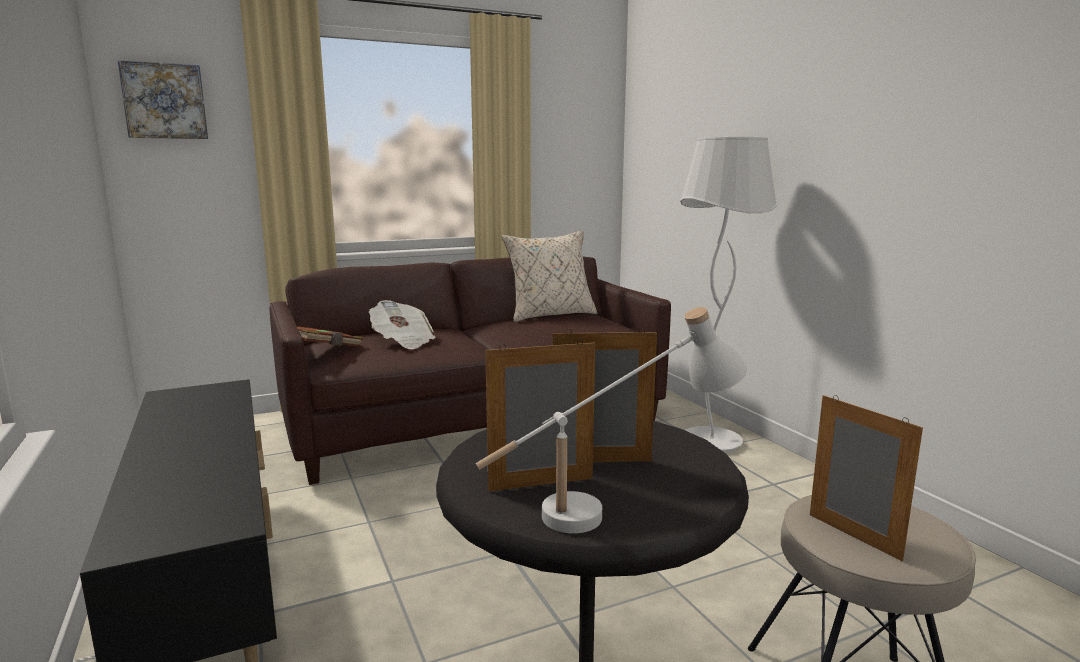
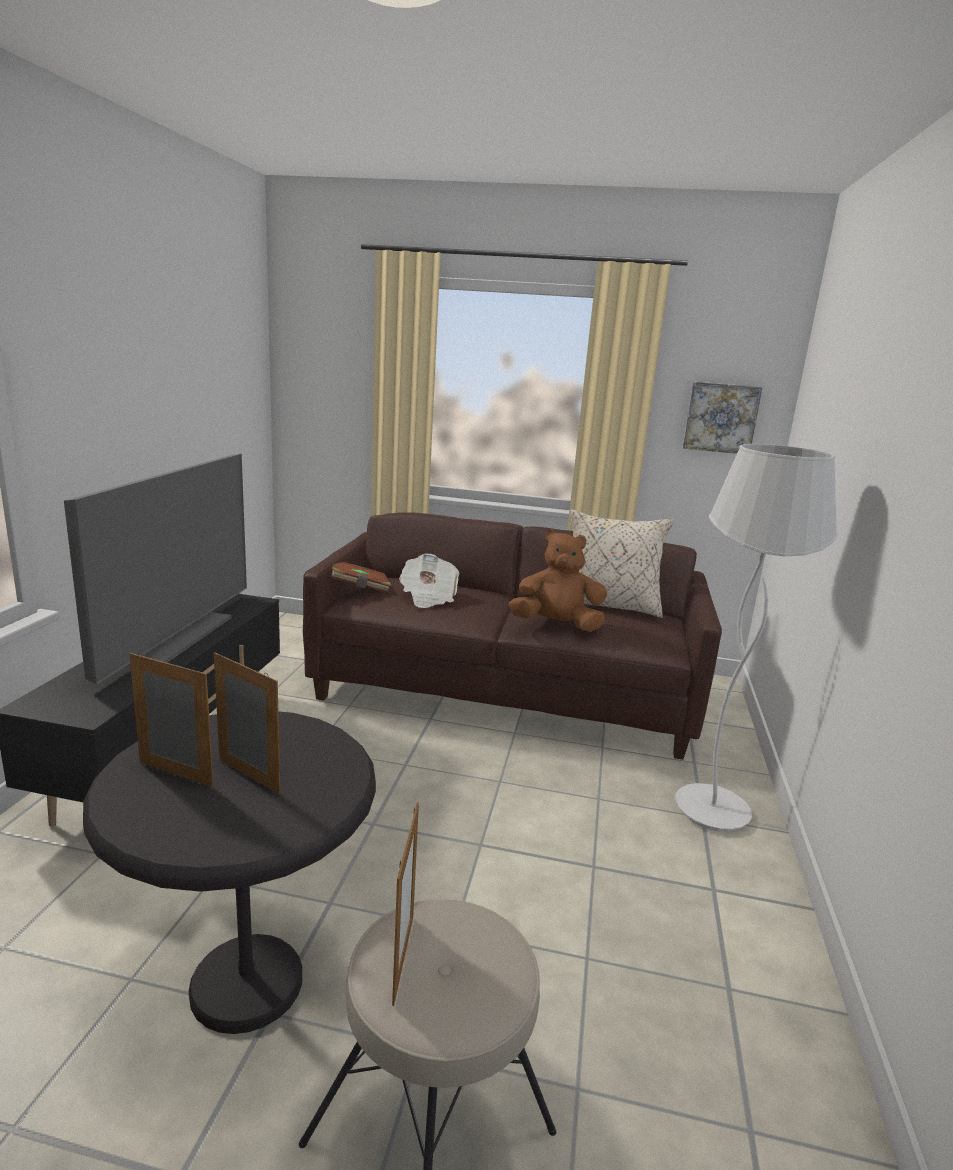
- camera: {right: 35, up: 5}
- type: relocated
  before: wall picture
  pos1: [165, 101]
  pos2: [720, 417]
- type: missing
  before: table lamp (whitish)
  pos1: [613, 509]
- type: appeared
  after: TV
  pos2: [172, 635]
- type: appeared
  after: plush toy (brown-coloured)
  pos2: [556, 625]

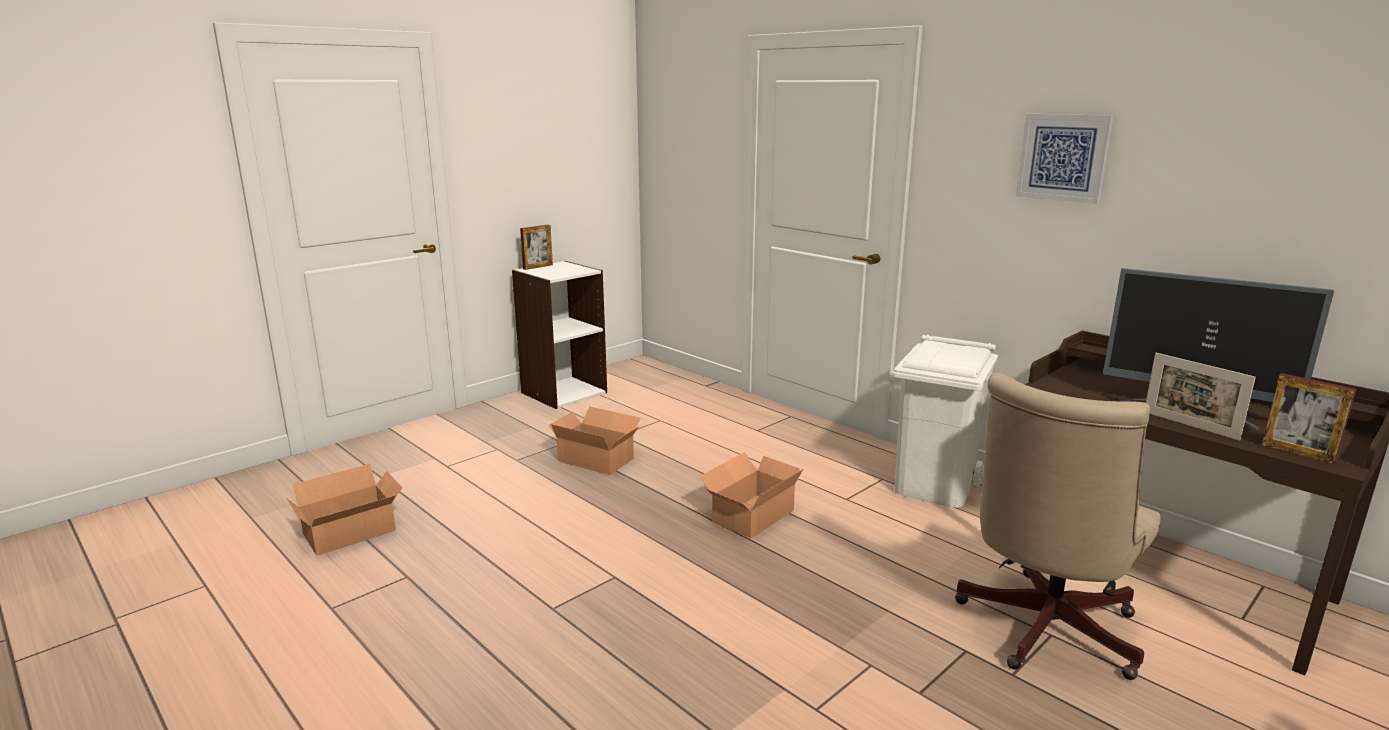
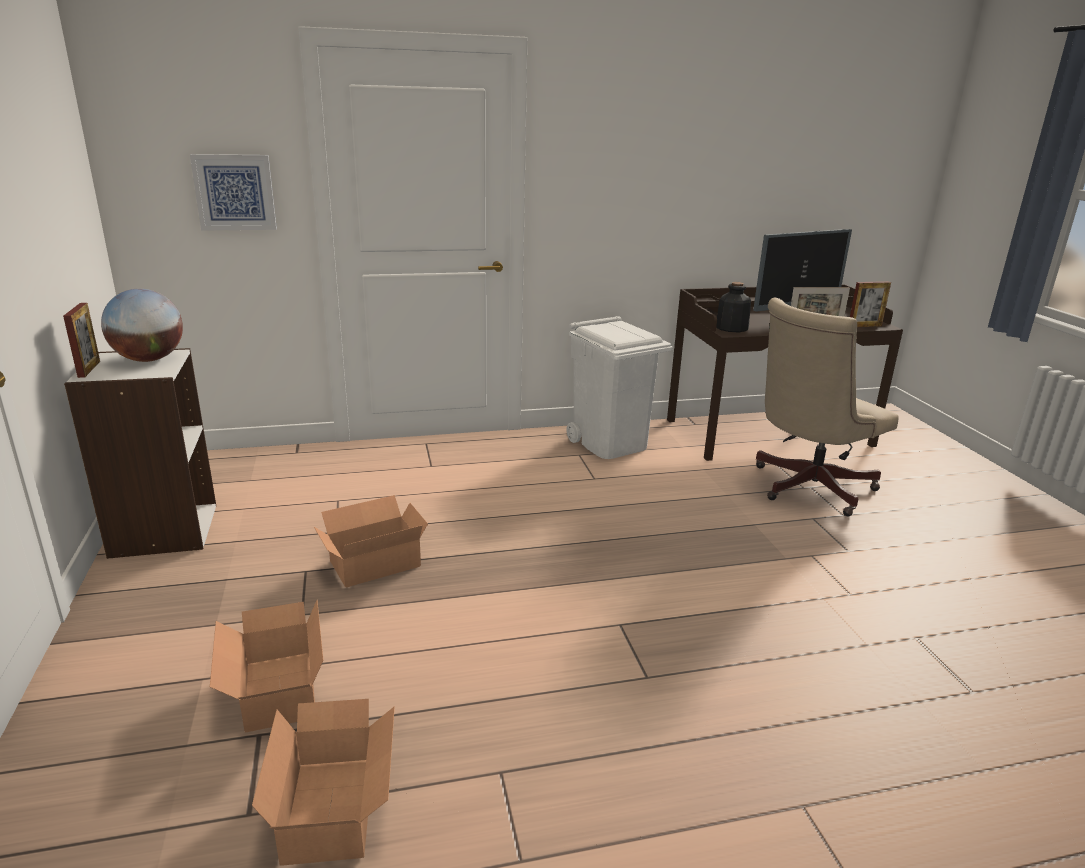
- camera: {right: -60, up: 5}
- type: relocated
  before: wall picture
  pos1: [1063, 157]
  pos2: [235, 192]
- type: spun
  before: computer chair (beige)
  pos1: [1042, 631]
  pos2: [806, 488]
  turn: 75
- type: relocated
  before: cardboard box
  pos1: [749, 515]
  pos2: [275, 693]
- type: appeared
  after: drink bottle
  pos2: [731, 328]
- type: appeared
  after: desk globe
  pos2: [149, 359]

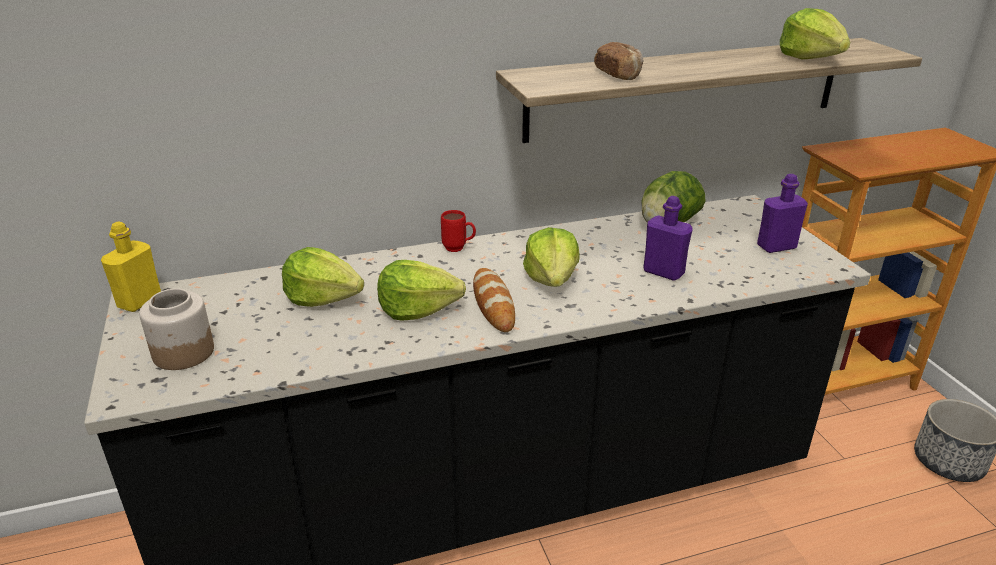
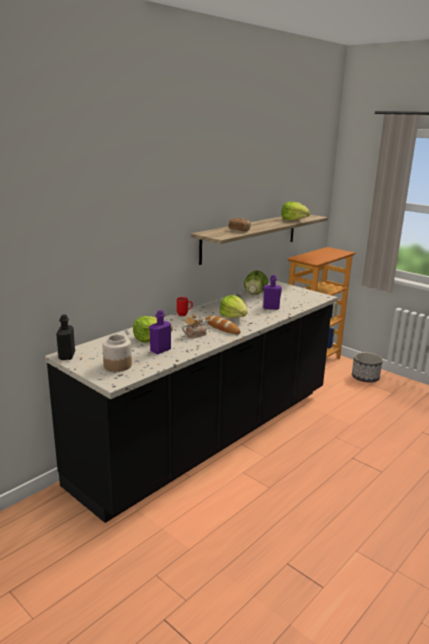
- camera: {right: -30, up: -10}
- type: relocated
  before: drink bottle (purple-coloured)
  pos1: [776, 246]
  pos2: [160, 350]
- type: colour
  before: drink bottle (yellow)
  after: drink bottle (blackish)
  pos1: [139, 301]
  pos2: [67, 356]
- type: exchanged
  before: lettuce head
  after: teapot
  pos1: [418, 309]
  pos2: [195, 334]

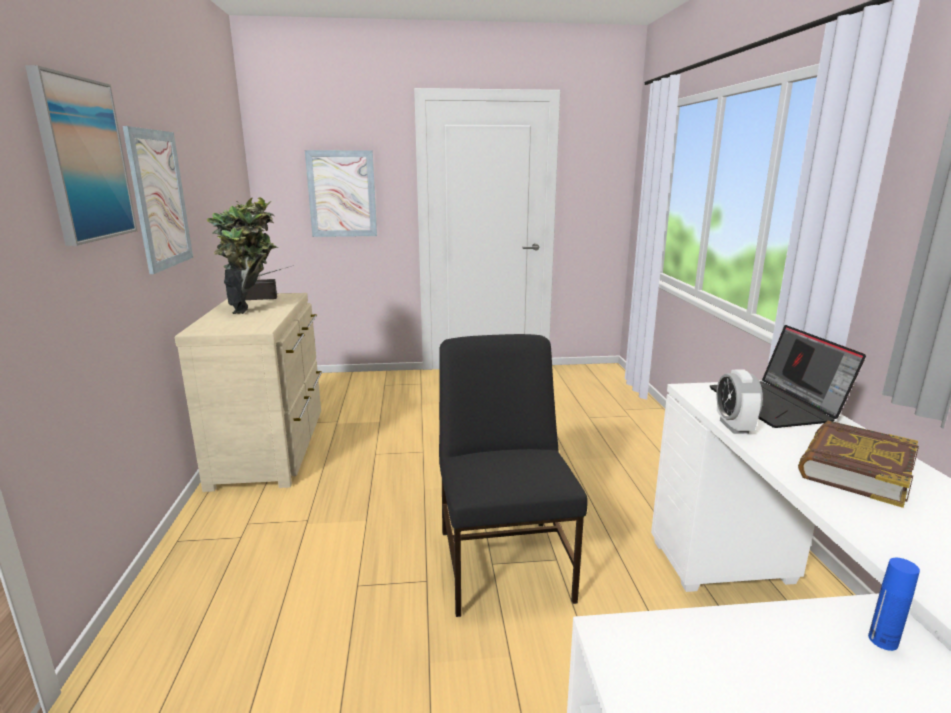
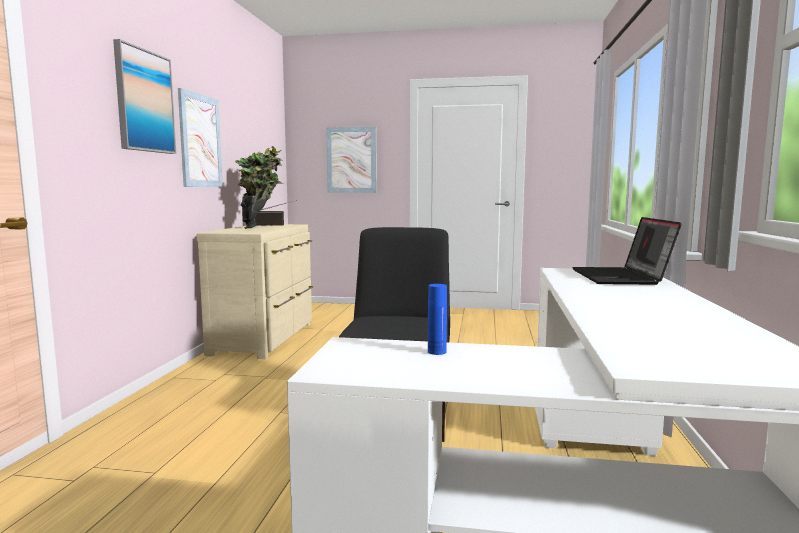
- camera: {right: 15, up: -10}
- type: missing
  before: bedside clock
  pos1: [734, 426]
- type: missing
  before: bound book
  pos1: [855, 469]
- type: relocated
  before: drink bottle (blue)
  pos1: [883, 640]
  pos2: [437, 352]

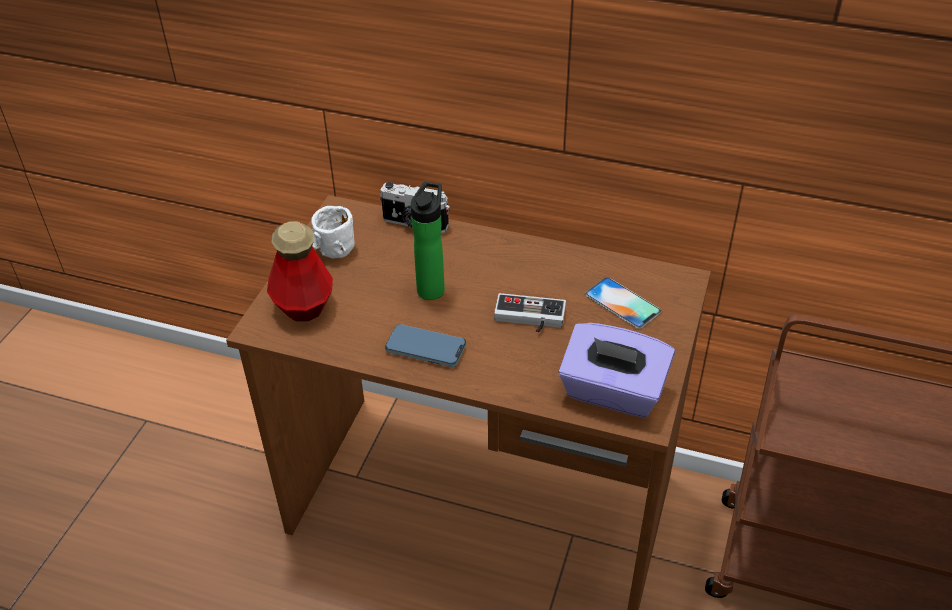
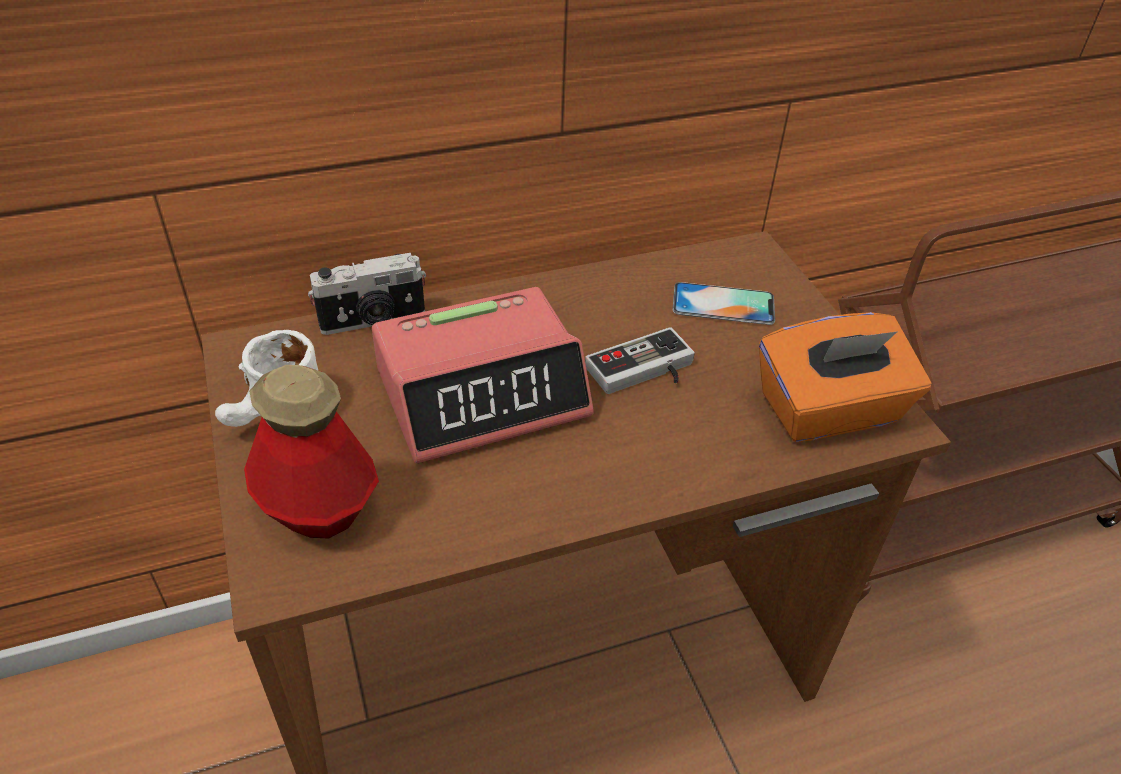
- camera: {right: -40, up: 0}
- type: exchanged
  before: drink bottle
  after: bedside clock
  pos1: [432, 288]
  pos2: [483, 392]
- type: colour
  before: box of tissues (purple-coloured)
  after: box of tissues (orangey)
  pos1: [612, 392]
  pos2: [830, 411]
- type: missing
  before: handset
  pos1: [425, 348]

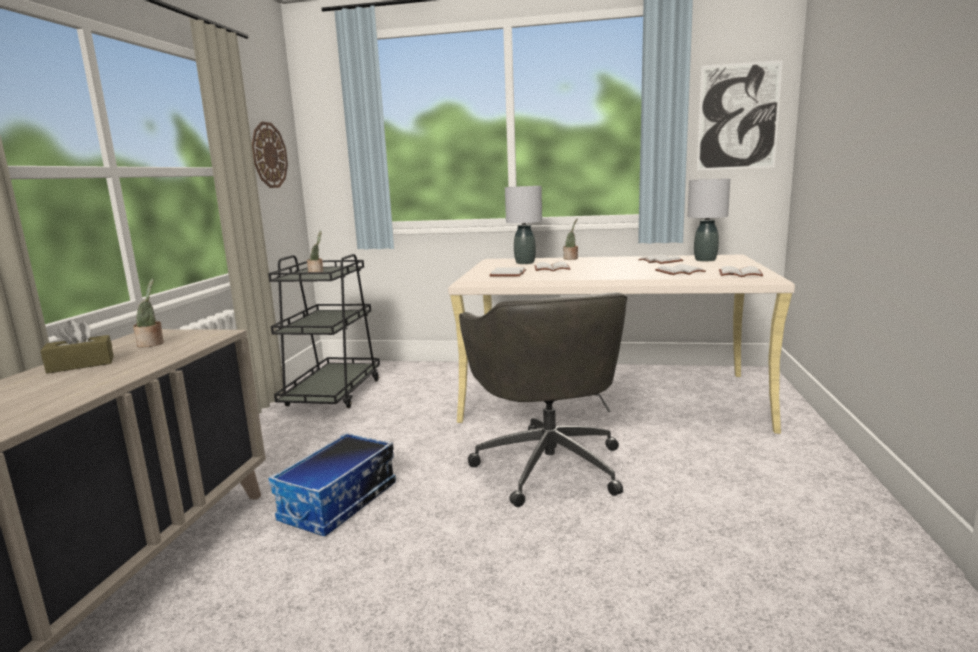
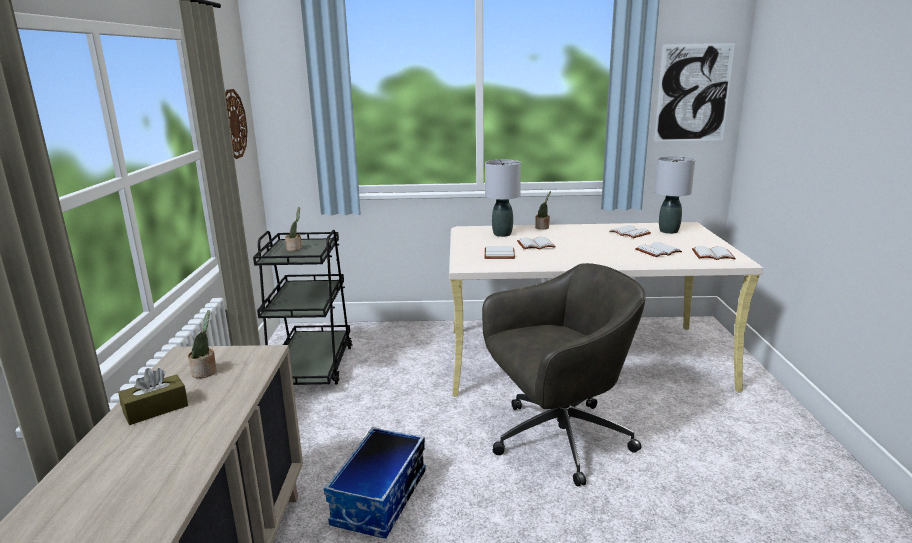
- camera: {right: -10, up: 5}
- type: spun
  before: computer chair (greyish)
  pos1: [548, 464]
  pos2: [557, 439]
  turn: -90

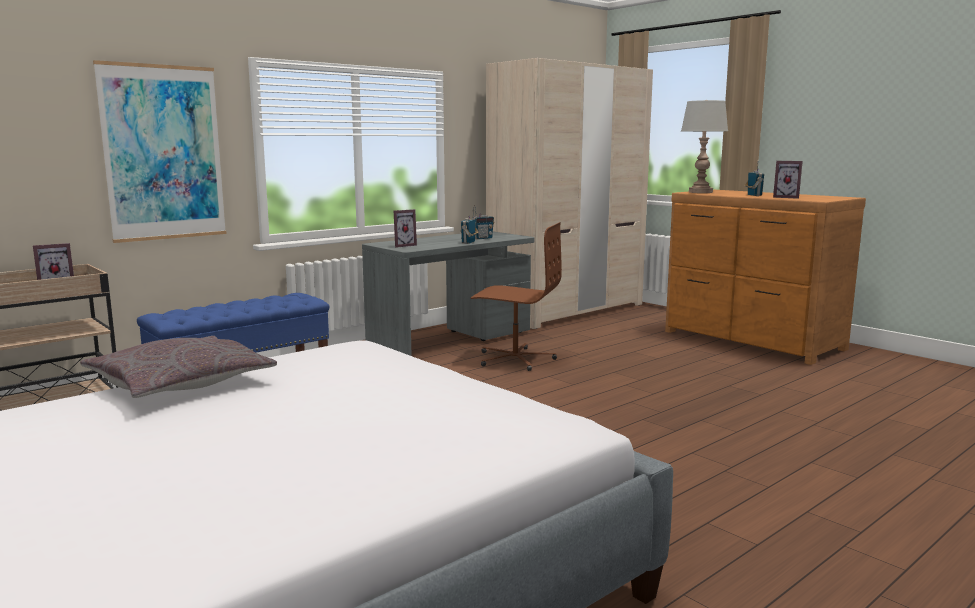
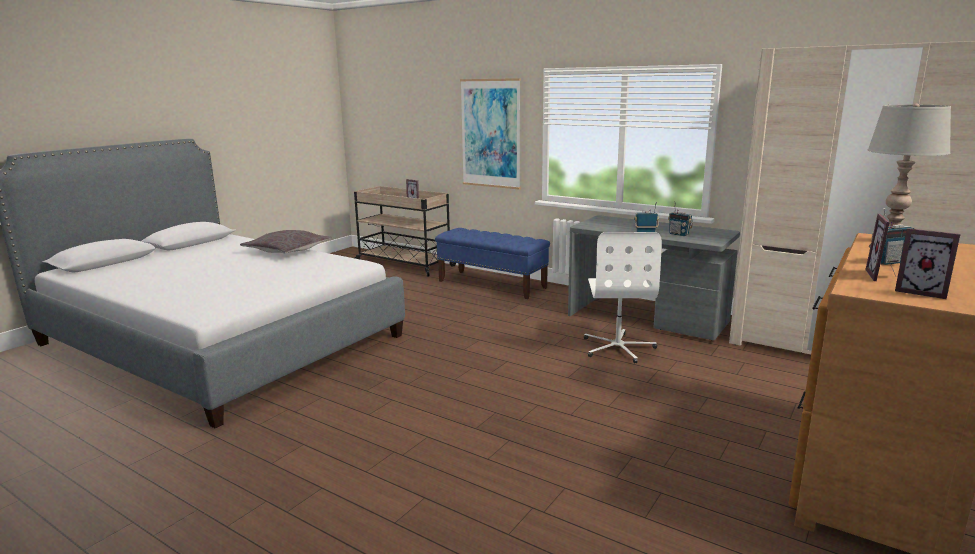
- camera: {right: 75, up: 5}
- type: relocated
  before: photo frame
  pos1: [402, 245]
  pos2: [921, 291]
- type: colour
  before: computer chair (brown-coloured)
  after: computer chair (whitish)
  pos1: [515, 359]
  pos2: [618, 347]

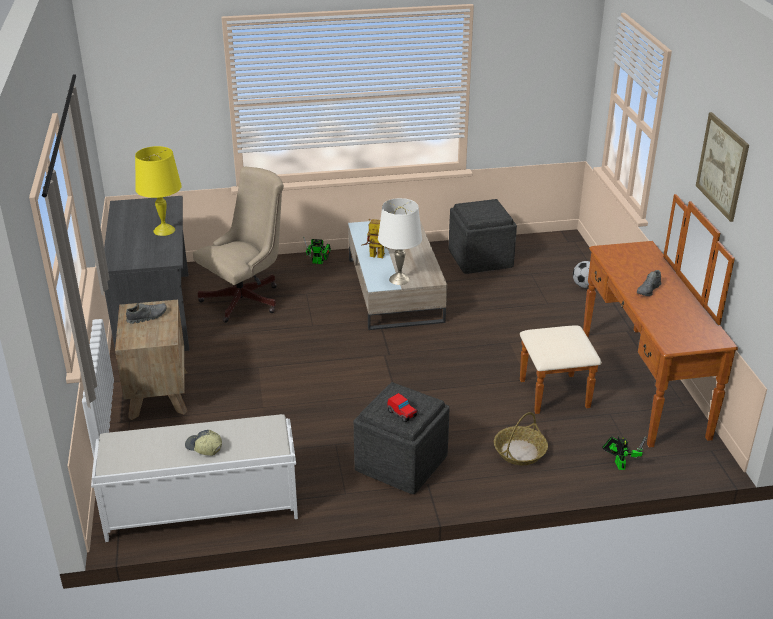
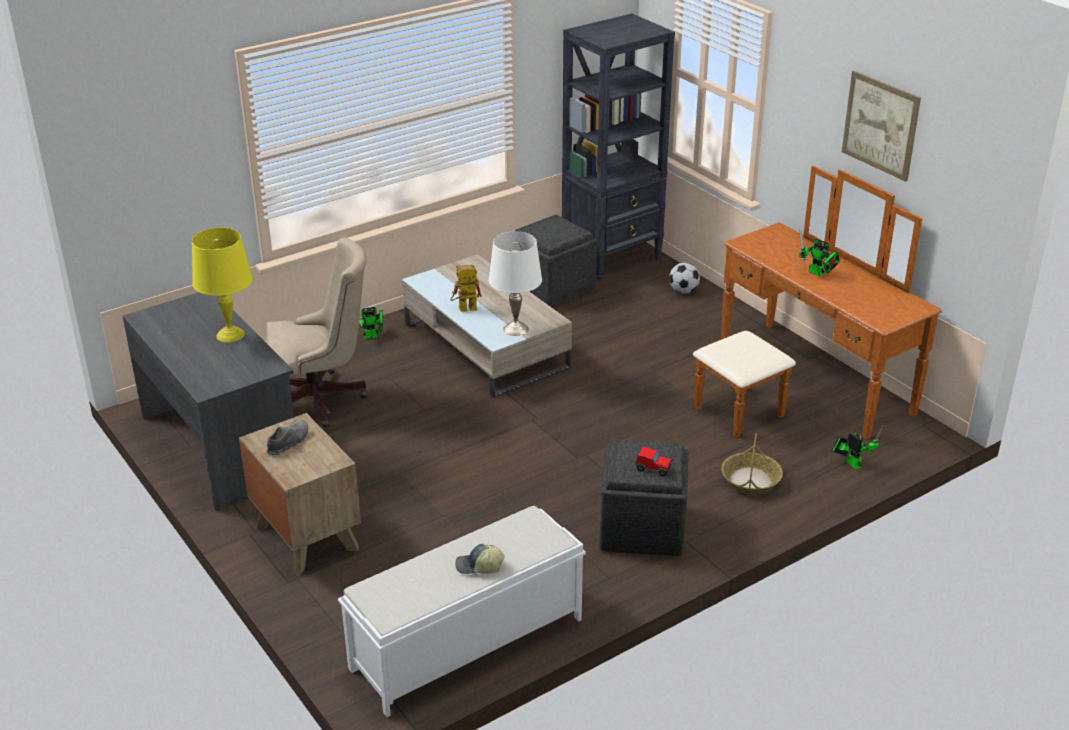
- camera: {right: -25, up: 0}
- type: spun
  before: computer chair (beige)
  pos1: [247, 299]
  pos2: [321, 400]
  turn: 60
- type: exchanged
  before: item of footwear (greyish)
  after: toy robot
  pos1: [648, 290]
  pos2: [818, 274]
- type: appeared
  after: bookshelf (blackish)
  pos2: [612, 258]

